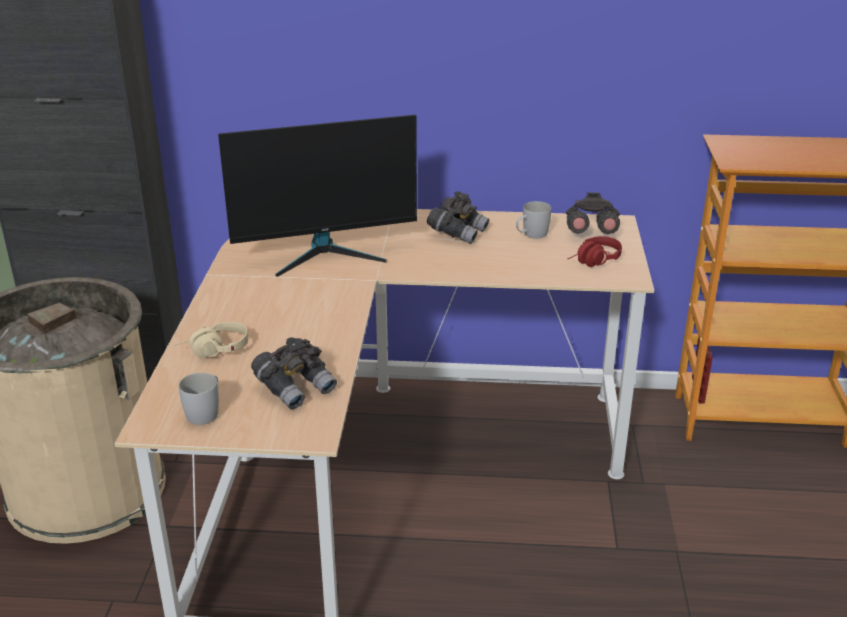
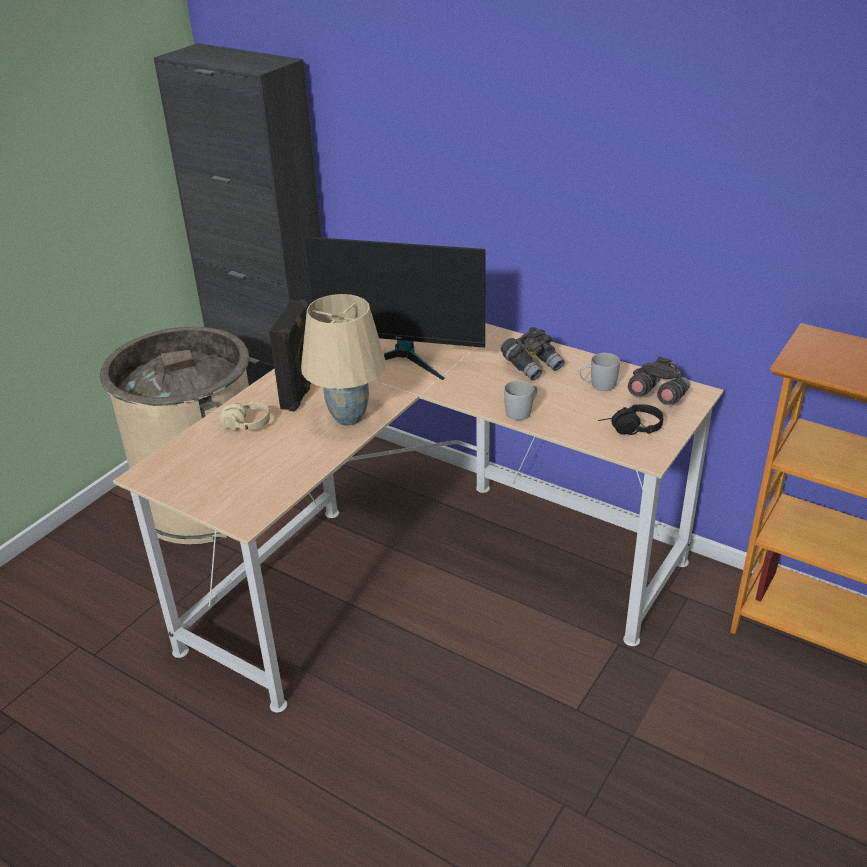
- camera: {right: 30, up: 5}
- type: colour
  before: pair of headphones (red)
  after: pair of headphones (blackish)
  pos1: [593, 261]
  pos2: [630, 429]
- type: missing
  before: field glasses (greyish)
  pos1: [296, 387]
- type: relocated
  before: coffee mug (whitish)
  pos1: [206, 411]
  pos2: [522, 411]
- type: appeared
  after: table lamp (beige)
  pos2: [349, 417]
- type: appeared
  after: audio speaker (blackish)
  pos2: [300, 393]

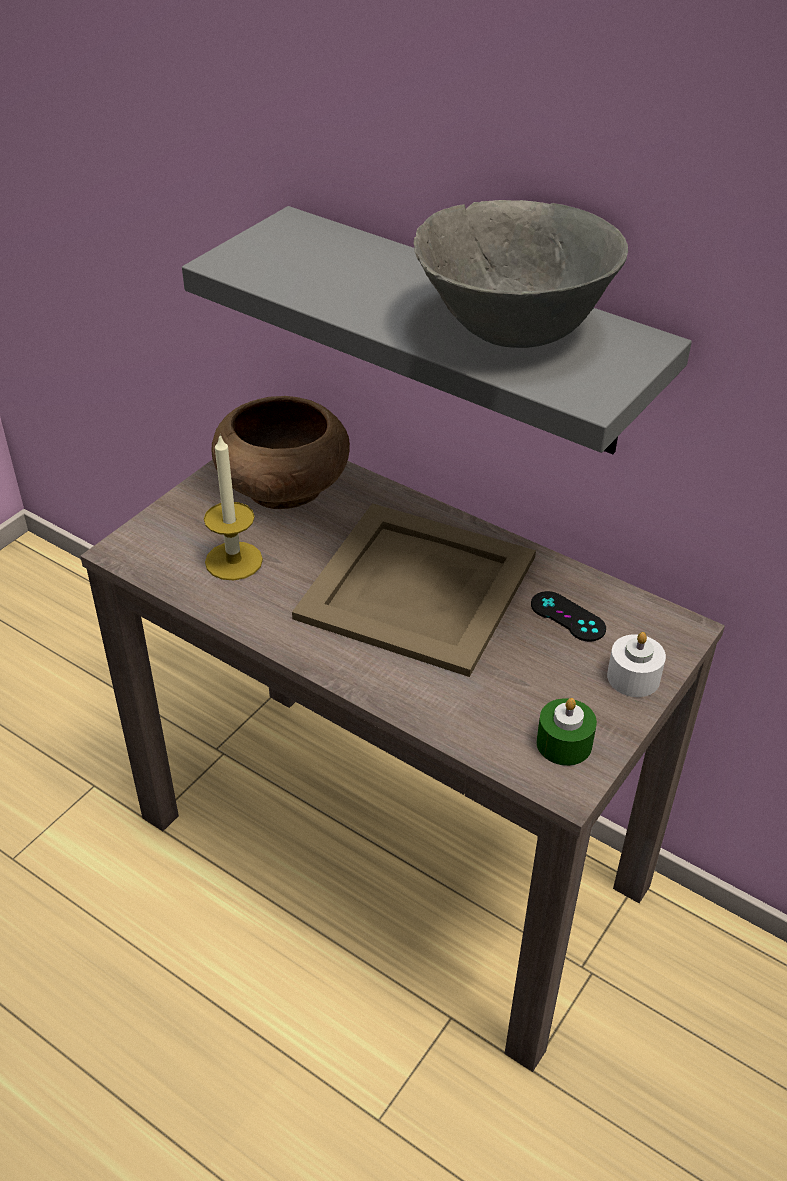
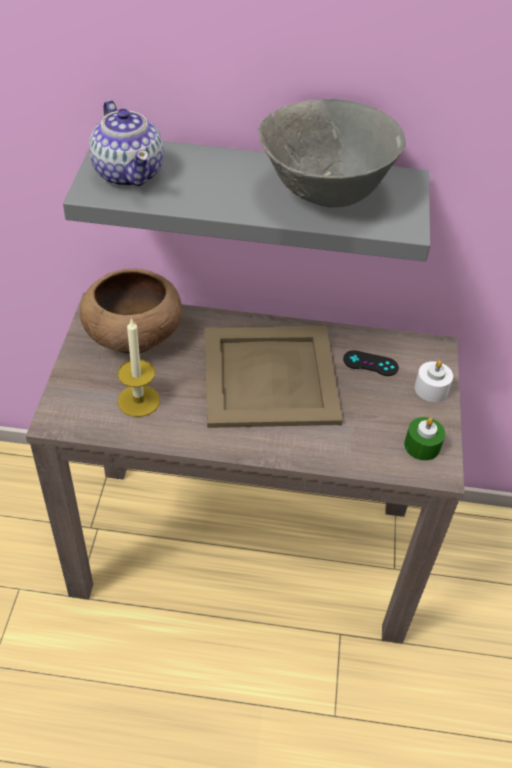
- camera: {right: -30, up: 5}
- type: appeared
  after: teapot
  pos2: [129, 173]

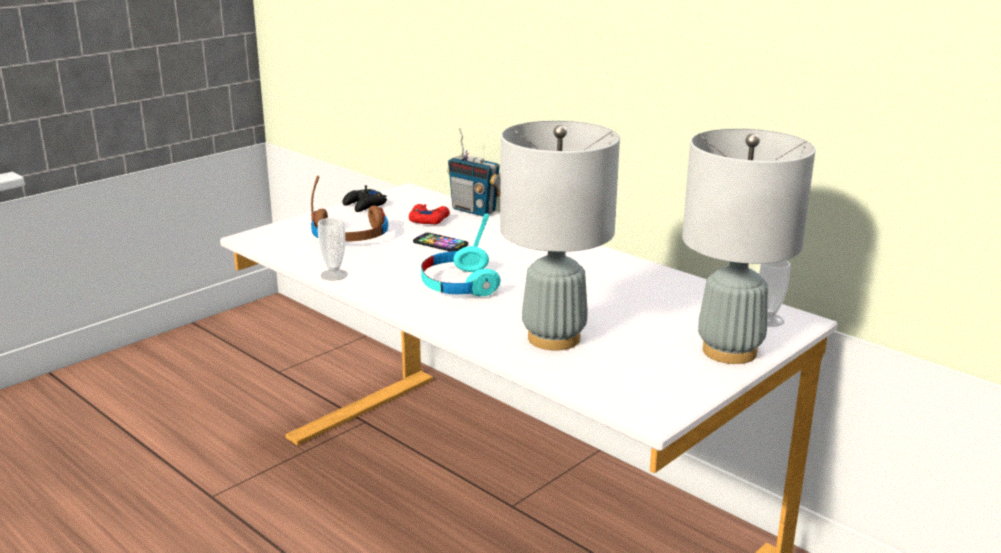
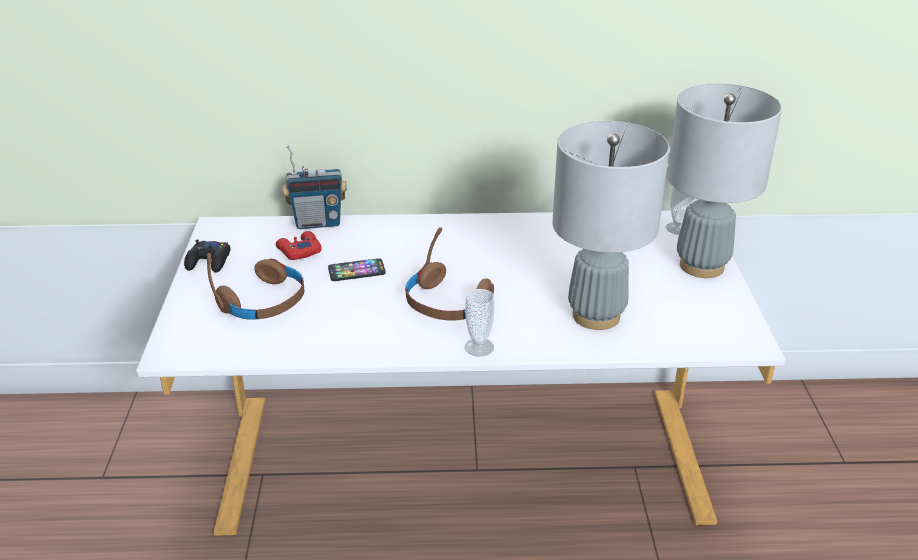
- camera: {right: -45, up: 10}
- type: colour
  before: pair of headphones (blue-green)
  after: pair of headphones (brown-coloured)
  pos1: [458, 284]
  pos2: [447, 304]
- type: relocated
  before: cup
  pos1: [334, 275]
  pos2: [479, 347]

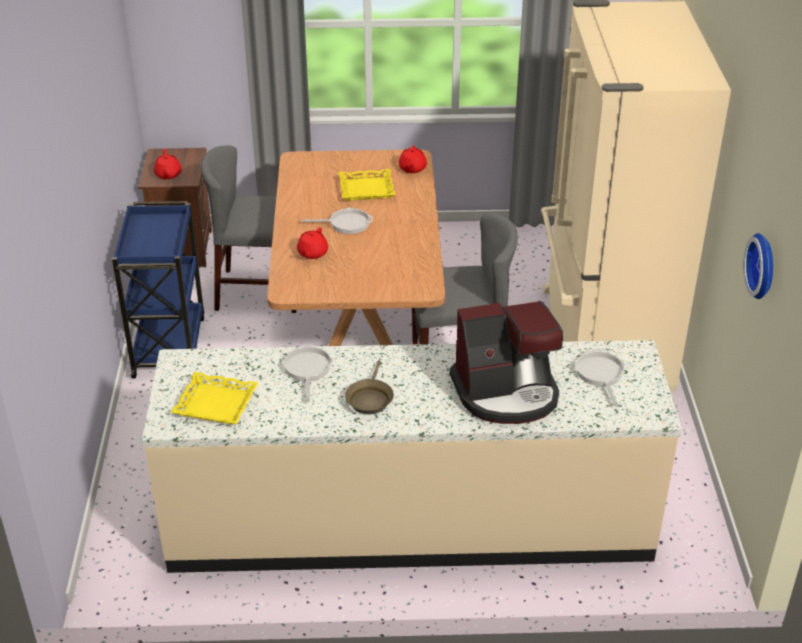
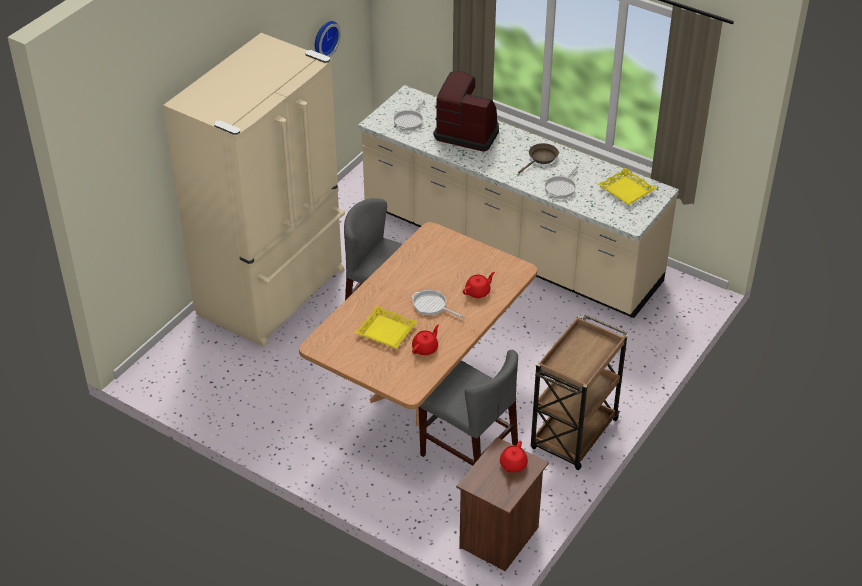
- camera: {right: -145, up: 5}
- type: relocated
  before: teapot (red)
  pos1: [412, 168]
  pos2: [425, 348]
- type: colour
  before: cart (blue)
  after: cart (brown-coloured)
  pos1: [169, 345]
  pos2: [573, 436]

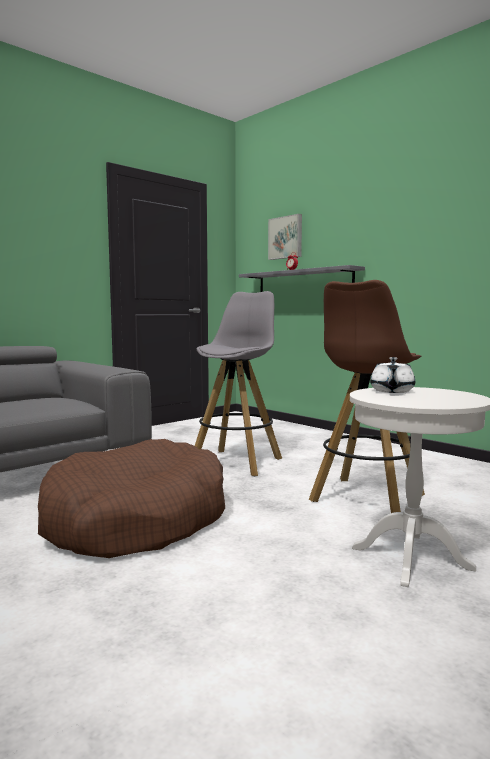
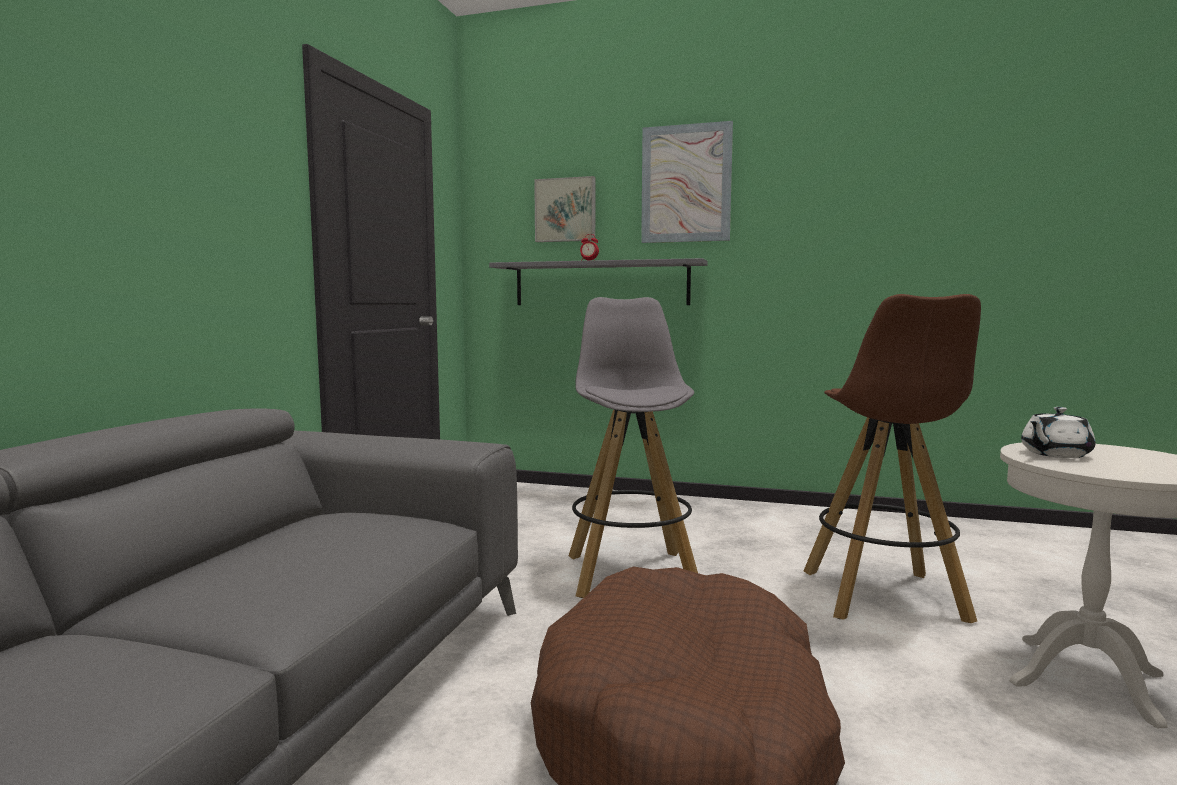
- camera: {right: -30, up: 0}
- type: spun
  before: teapot (whitish)
  pos1: [391, 391]
  pos2: [1054, 454]
  turn: 75
- type: appeared
  after: wall picture
  pos2: [686, 184]

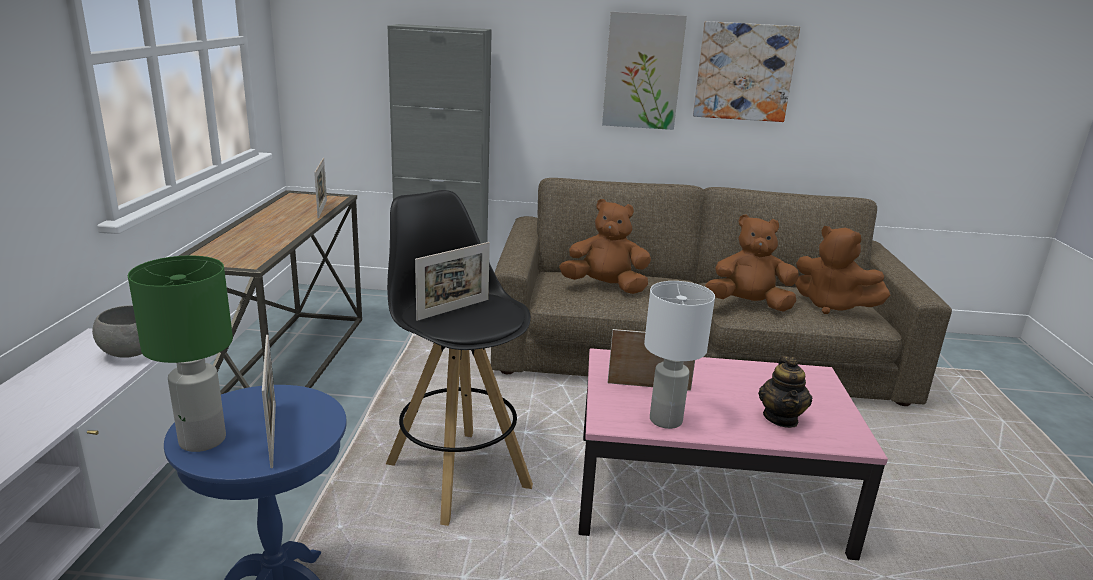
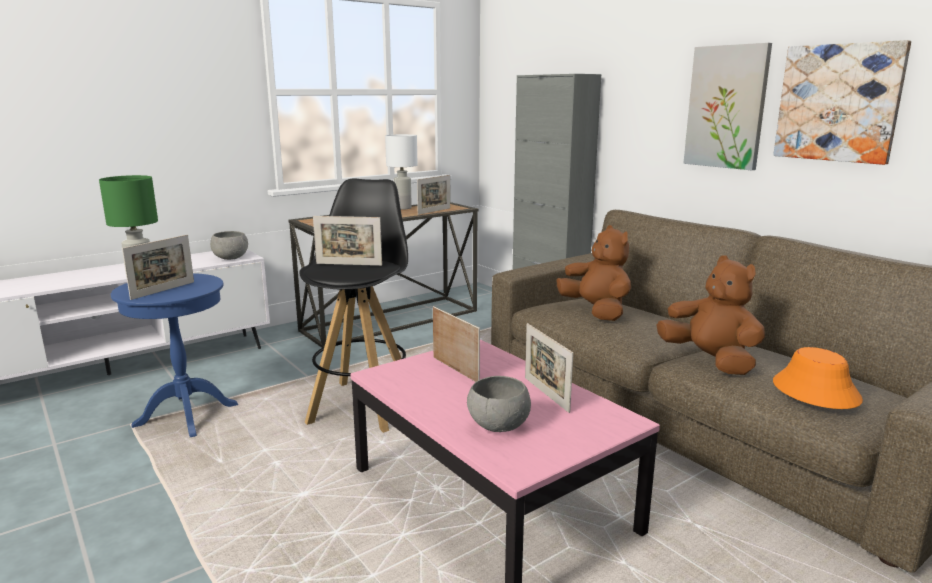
- camera: {right: 50, up: -5}
- type: exchanged
  before: plush toy (brown-coloured)
  after: clothing hat (orangey)
  pos1: [832, 306]
  pos2: [815, 391]
- type: relocated
  before: table lamp (whitish)
  pos1: [666, 420]
  pos2: [403, 208]
- type: exchanged
  before: teapot
  after: deep dish (greyish)
  pos1: [781, 418]
  pos2: [499, 427]
- type: appeared
  after: photo frame
  pos2: [546, 394]

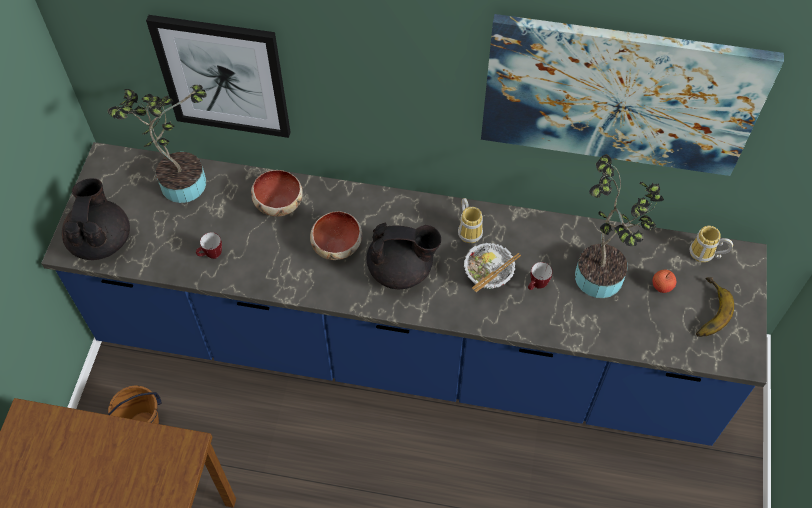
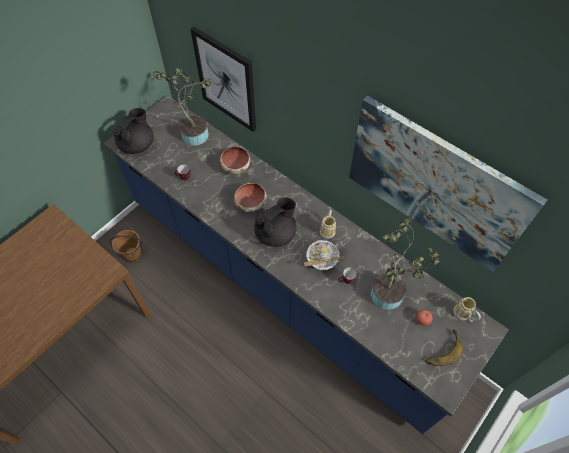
- camera: {right: 30, up: 0}
- type: spun
  before: teapot (blackish)
  pos1: [401, 269]
  pos2: [276, 233]
  turn: -75

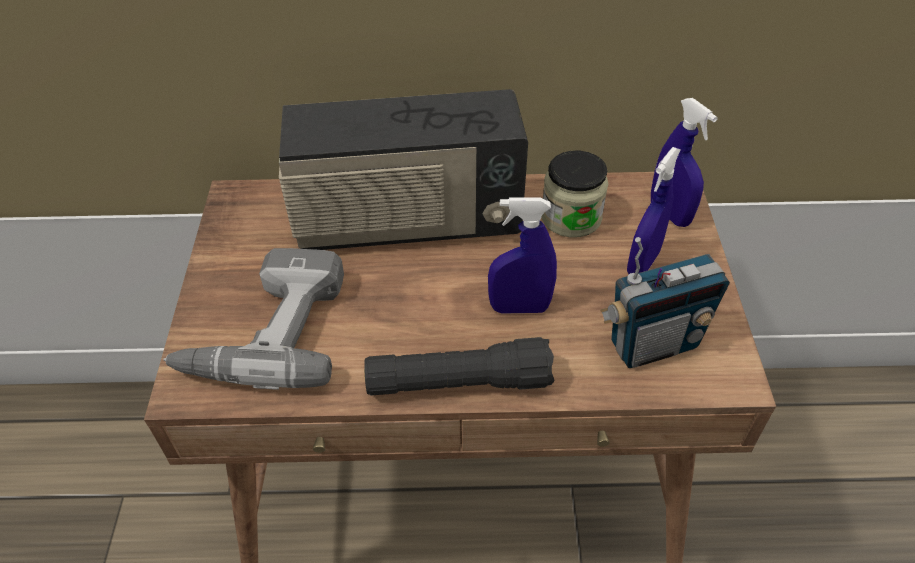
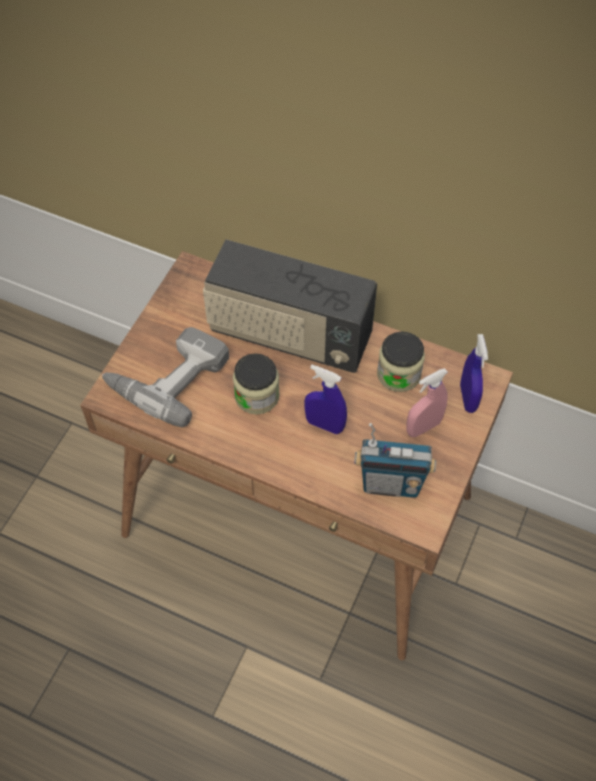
- camera: {right: 25, up: 10}
- type: colour
  before: sprayer (blue)
  after: sprayer (pinkish)
  pos1: [643, 263]
  pos2: [423, 427]
- type: missing
  before: hand torch (blackish)
  pos1: [458, 383]
- type: appeared
  after: jar
  pos2: [257, 396]

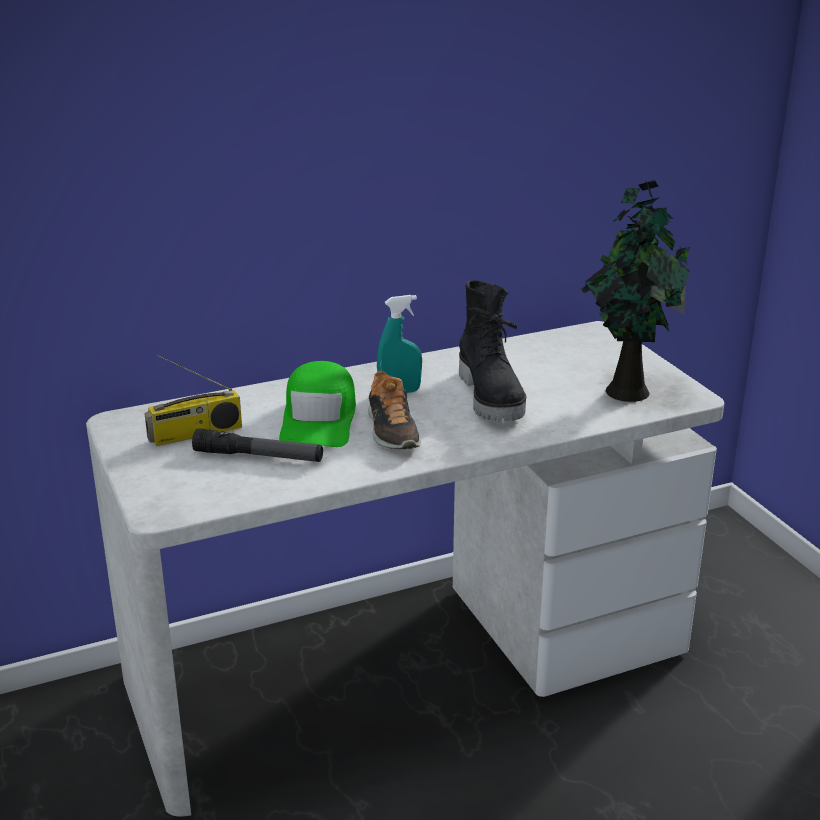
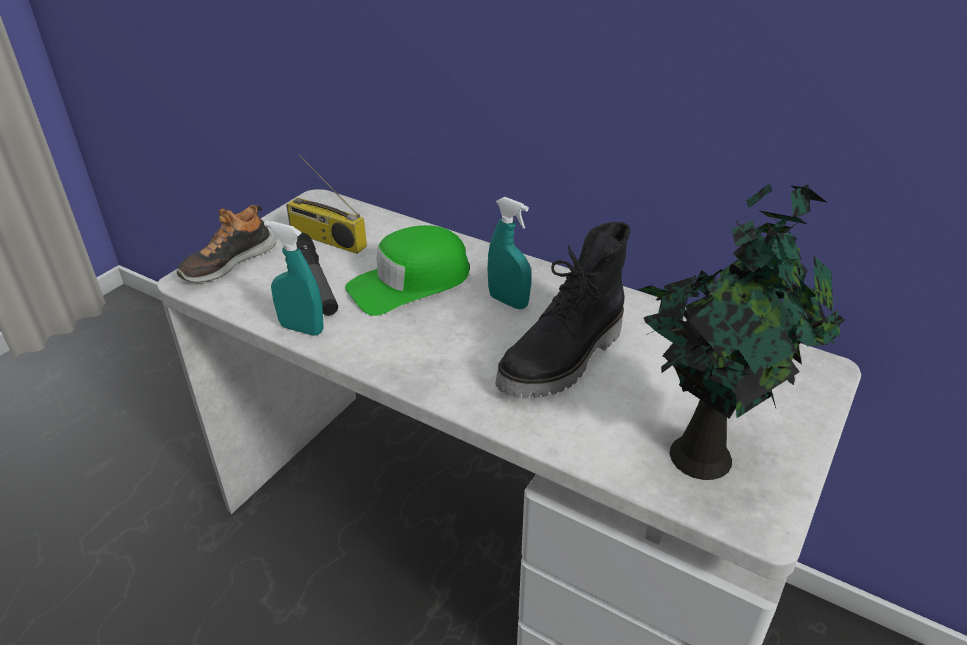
- camera: {right: 55, up: 10}
- type: relocated
  before: item of footwear
  pos1: [391, 431]
  pos2: [228, 262]
- type: appeared
  after: sprayer (blue-green)
  pos2: [302, 329]

